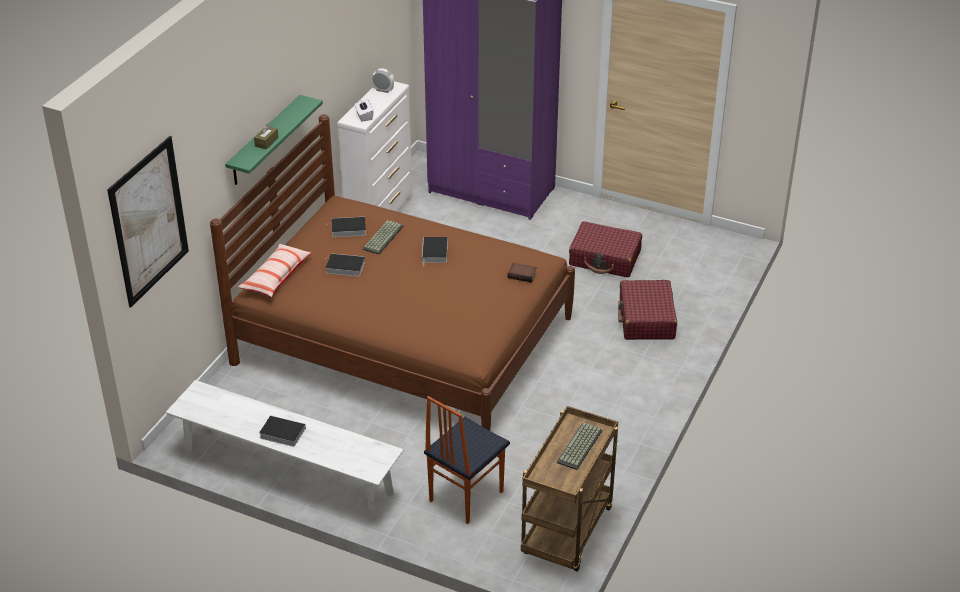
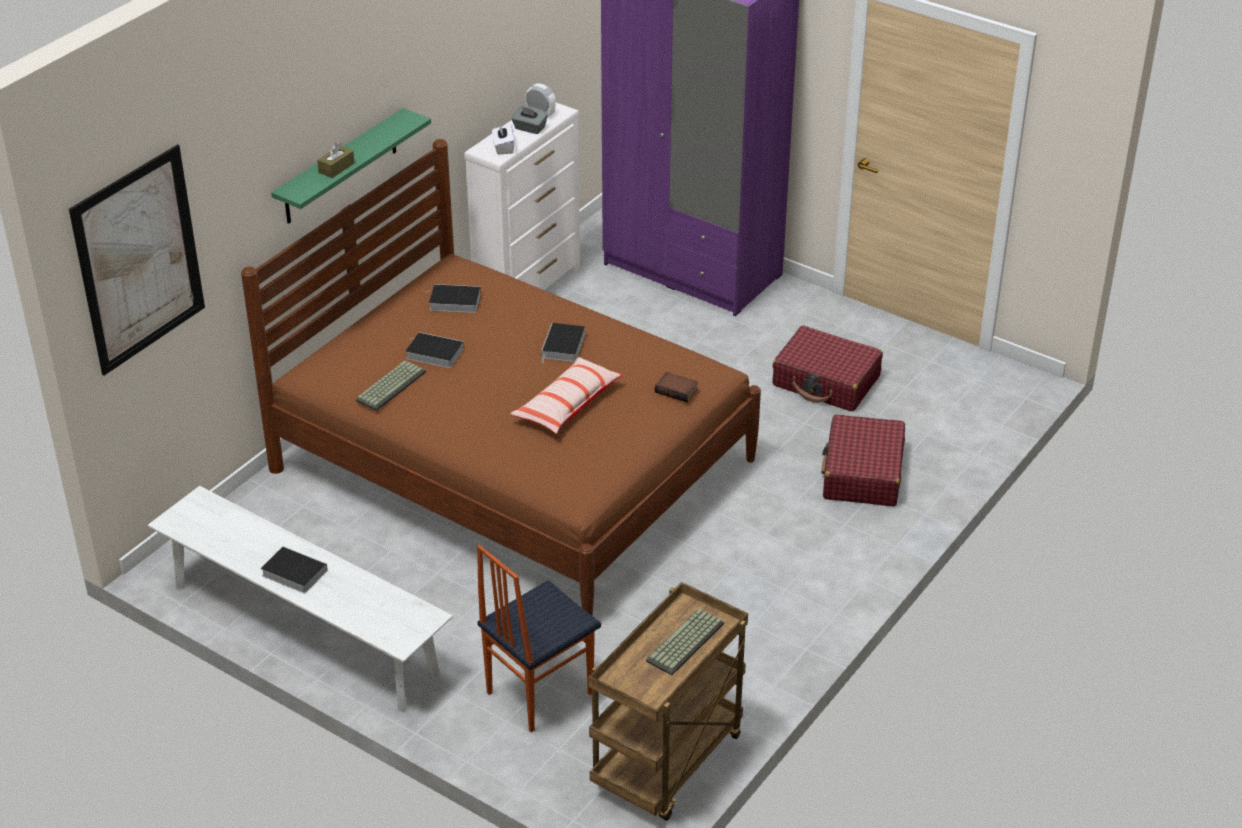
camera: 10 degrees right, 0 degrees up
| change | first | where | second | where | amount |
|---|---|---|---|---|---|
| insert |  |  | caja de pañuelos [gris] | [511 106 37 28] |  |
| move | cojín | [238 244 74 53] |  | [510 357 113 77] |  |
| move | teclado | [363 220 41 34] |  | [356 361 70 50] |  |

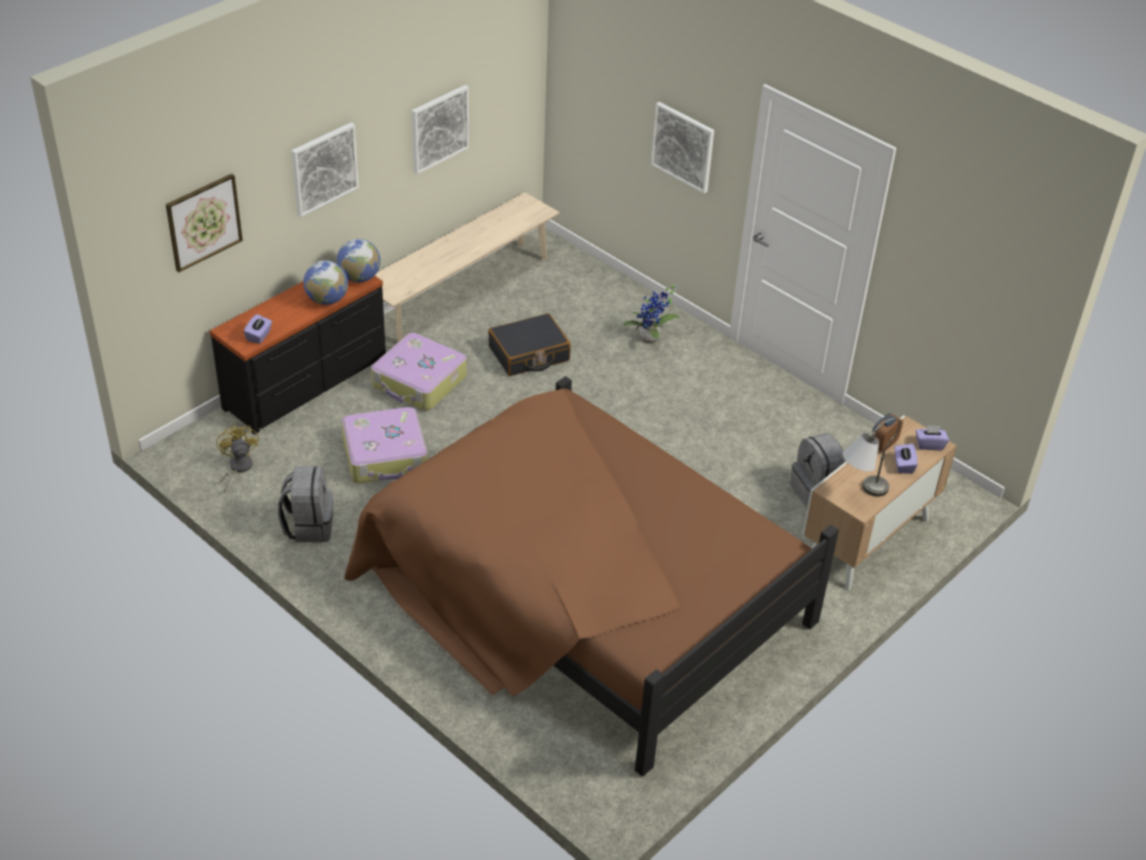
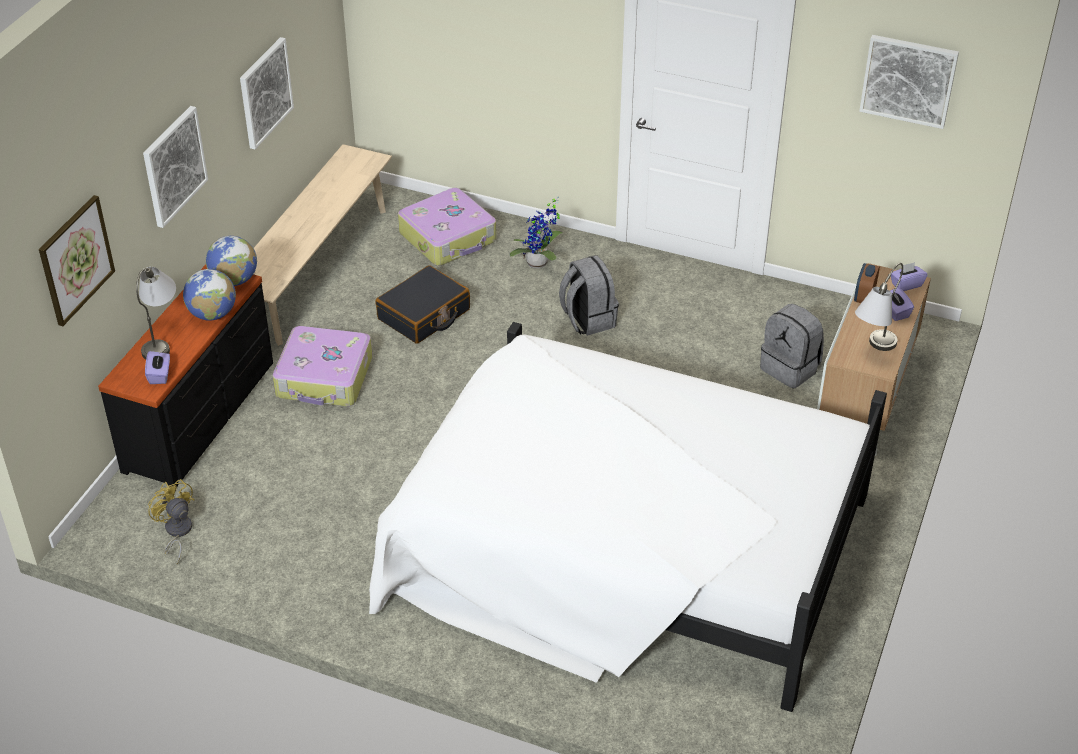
camera: 20 degrees left, 0 degrees up
| change | first | where | second | where | amount |
|---|---|---|---|---|---|
| insert |  |  | lámpara de mesa [gris] | [136 267 40 93] |  |
| move | mochila [gris] | [278 466 55 76] |  | [559 255 60 81] |  |
| move | maleta | [342 407 85 76] |  | [398 188 98 78] |  |
| move | cuadro | [651 102 63 92] |  | [859 35 100 94] |  |
| recolor | cama [marrón] | [345 376 494 401] | cama [blanco] | [369 322 518 390] |  |

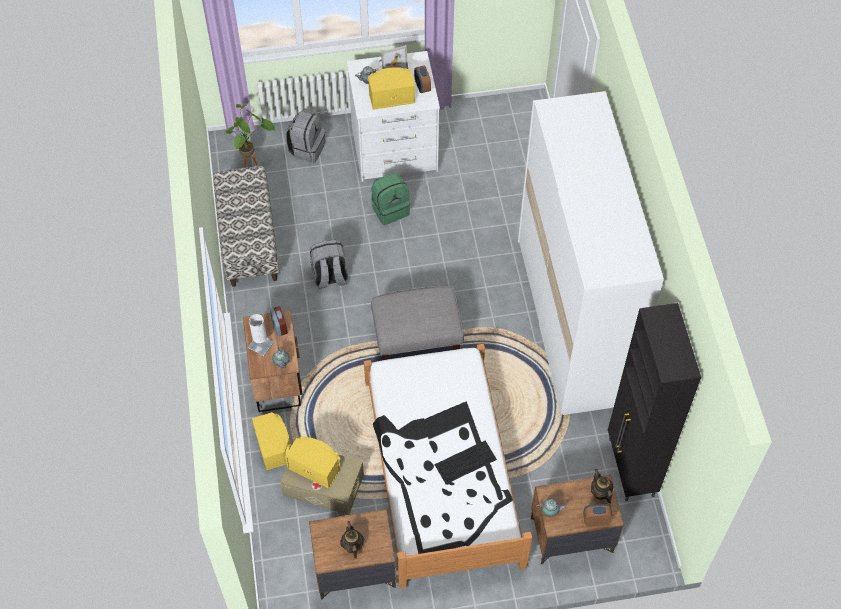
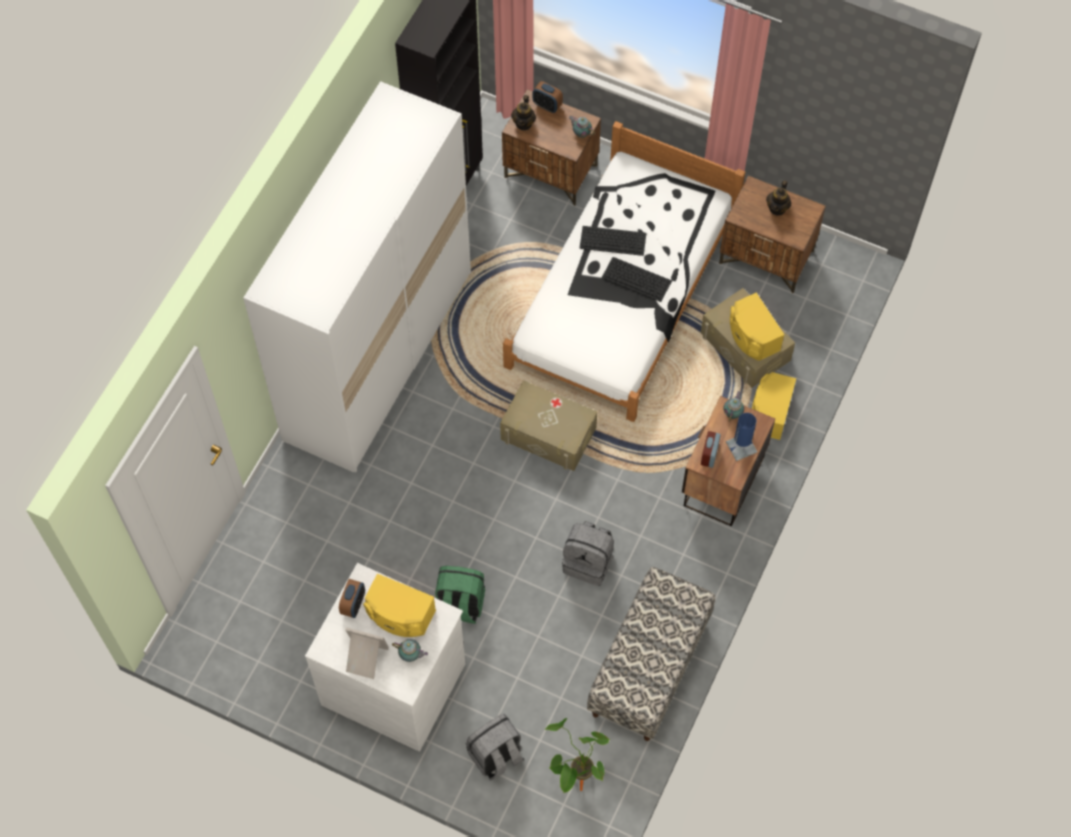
camera: 145 degrees left, 5 degrees up
| change | first | where | second | where | amount |
|---|---|---|---|---|---|
| insert |  |  | teclado | [602 257 70 45] |  |
| replace | puf [gris] | [371 286 93 74] | caja de almacenaje [beis] | [500 380 97 91] |  |
| recolor | lámpara de mesa [blanco] | [248 314 26 42] | lámpara de mesa [azul] | [726 413 31 48] |  |

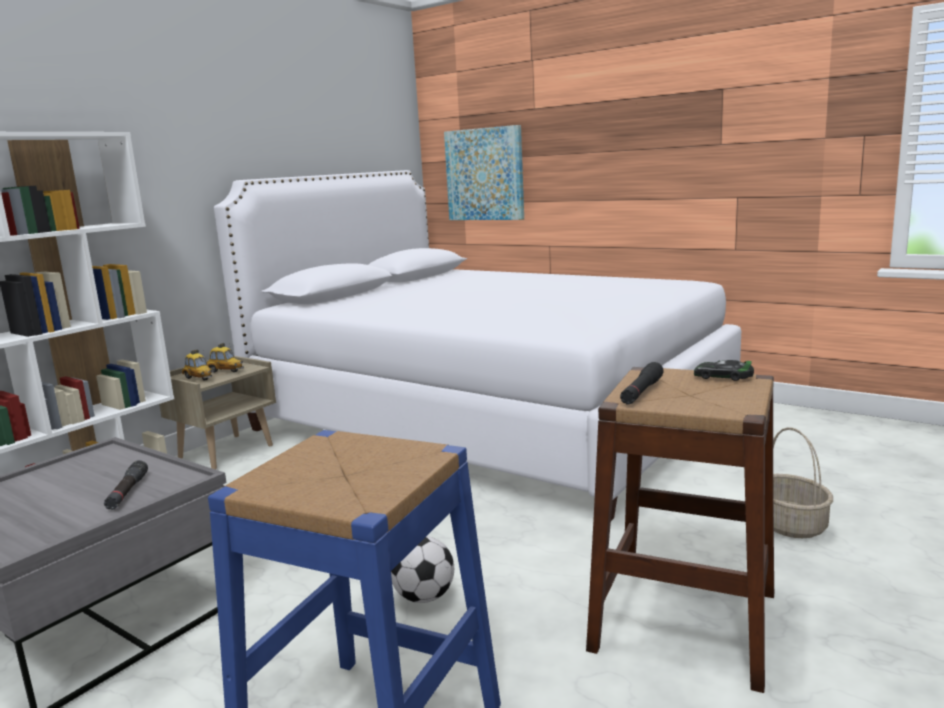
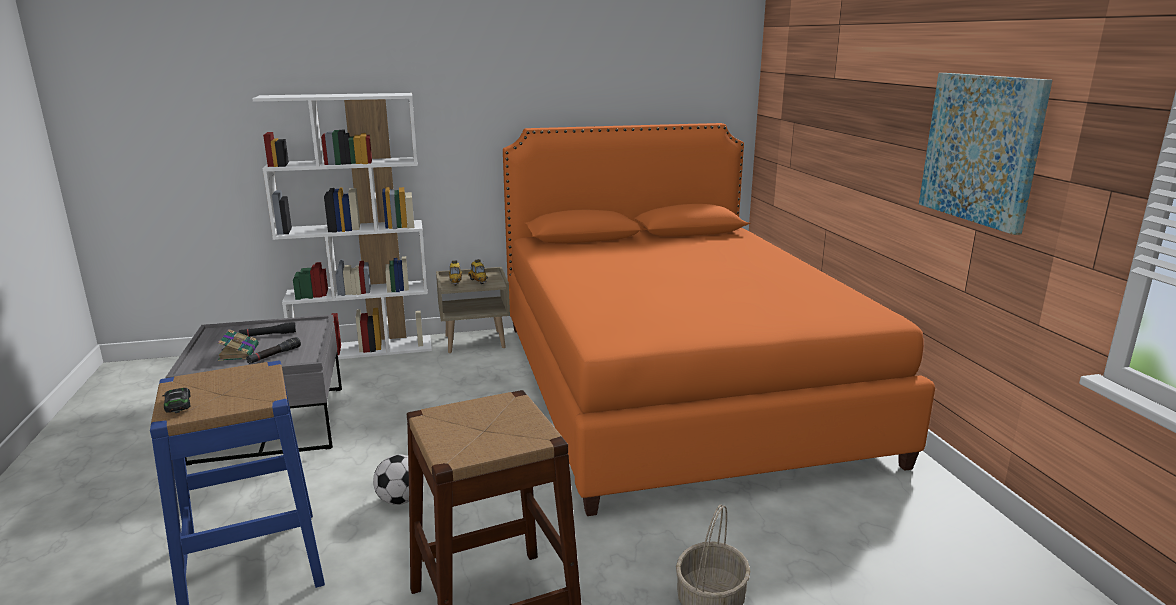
camera: 40 degrees right, 5 degrees up
| change | first | where | second | where | amount |
|---|---|---|---|---|---|
| insert |  |  | libro | [218 329 41 32] |  |
| move | cuadro | [444 125 80 95] |  | [919 73 133 162] |  |
| move | linterna [negro] | [620 362 44 43] |  | [239 322 57 15] |  |
| move | coche de juguete | [694 360 60 21] |  | [163 388 28 25] |  |
| recolor | cama [blanco] | [214 170 527 351] | cama [naranja] | [503 123 432 393] |  |

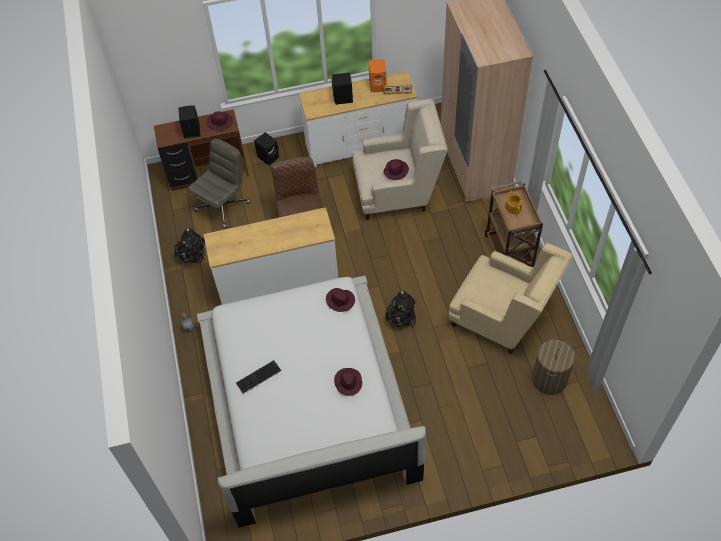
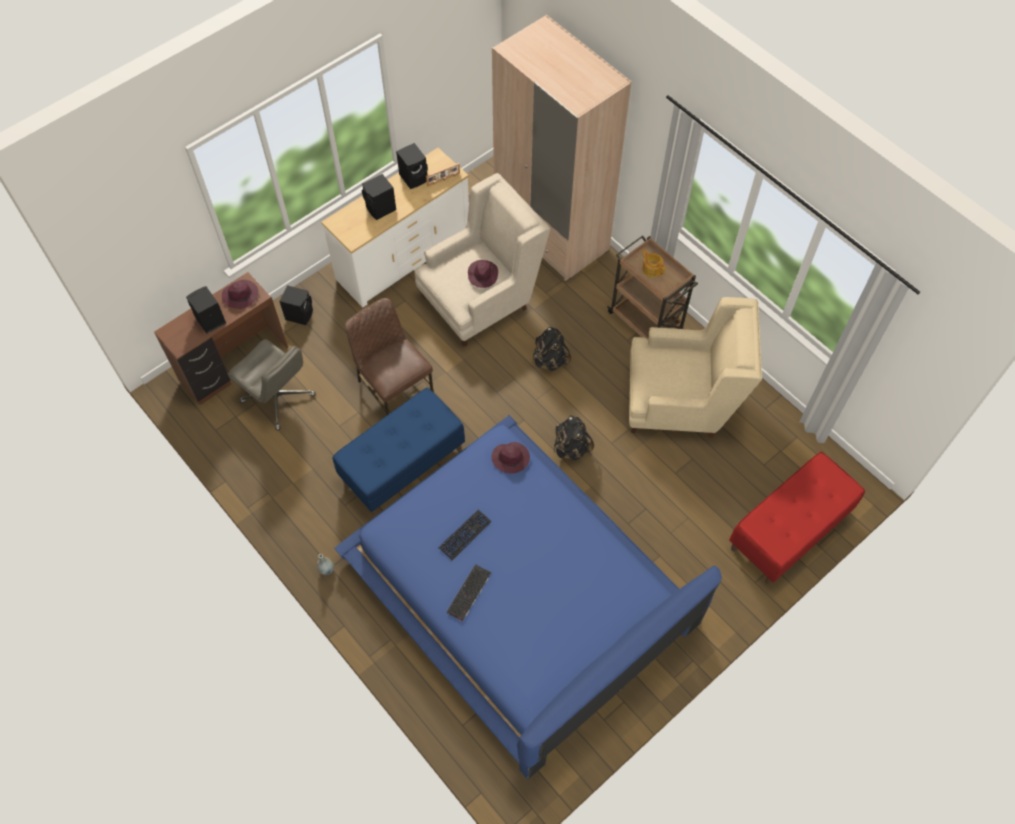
camera: 30 degrees left, 5 degrees up
| change | first | where | second | where | amount |
|---|---|---|---|---|---|
| delete | sombrero [morado] | [334 368 28 28] |  |  |  |
| delete | cesto de la ropa | [532 338 43 57] |  |  |  |
| insert |  |  | teclado | [438 510 54 50] |  |
| insert |  |  | banco [rojo] | [729 452 136 132] |  |
| move | mochila [negro] | [173 229 33 35] |  | [533 327 39 44] |  |
| replace | cómoda [blanco] | [204 207 134 97] | banco [azul] | [333 388 132 127] |  |
| recolor | cama [blanco] | [197 275 229 253] | cama [azul] | [334 415 388 365] |  |
| recolor | altavoz [naranja] | [369 59 18 33] | altavoz [negro] | [396 143 32 46] |  |
| rotate | silla de oficina [gris] | [188 138 63 90] |  | [229 339 87 91] | 120 degrees clockwise |

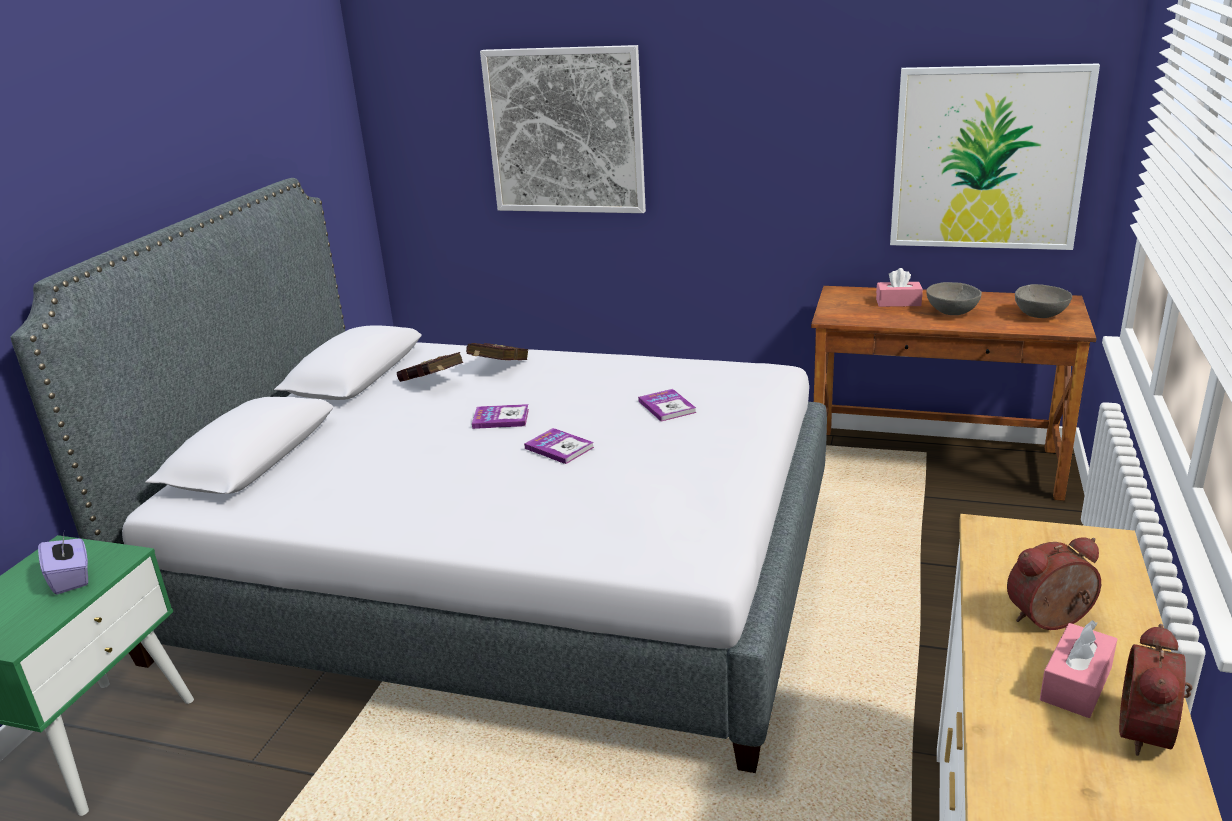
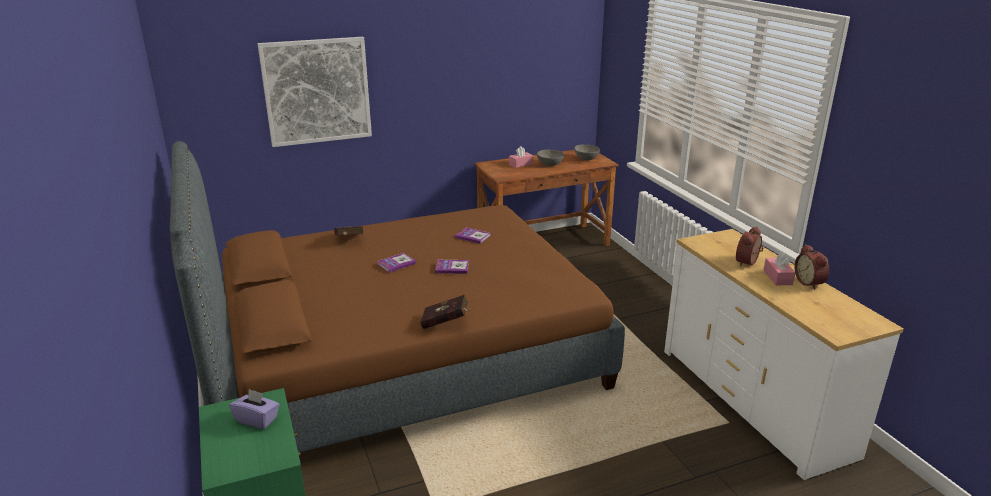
camera: 40 degrees left, 0 degrees up
| change | first | where | second | where | amount |
|---|---|---|---|---|---|
| delete | cuadro | [890 63 210 187] |  |  |  |
| move | libro [rojo] | [397 352 66 30] |  | [420 295 51 34] |  |
| recolor | cama [gris] | [10 178 817 595] | cama [marrón] | [170 141 455 312] |  |

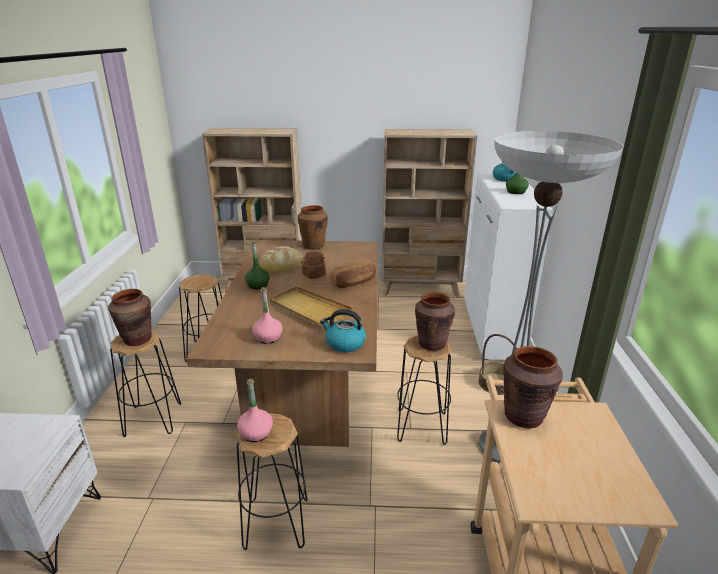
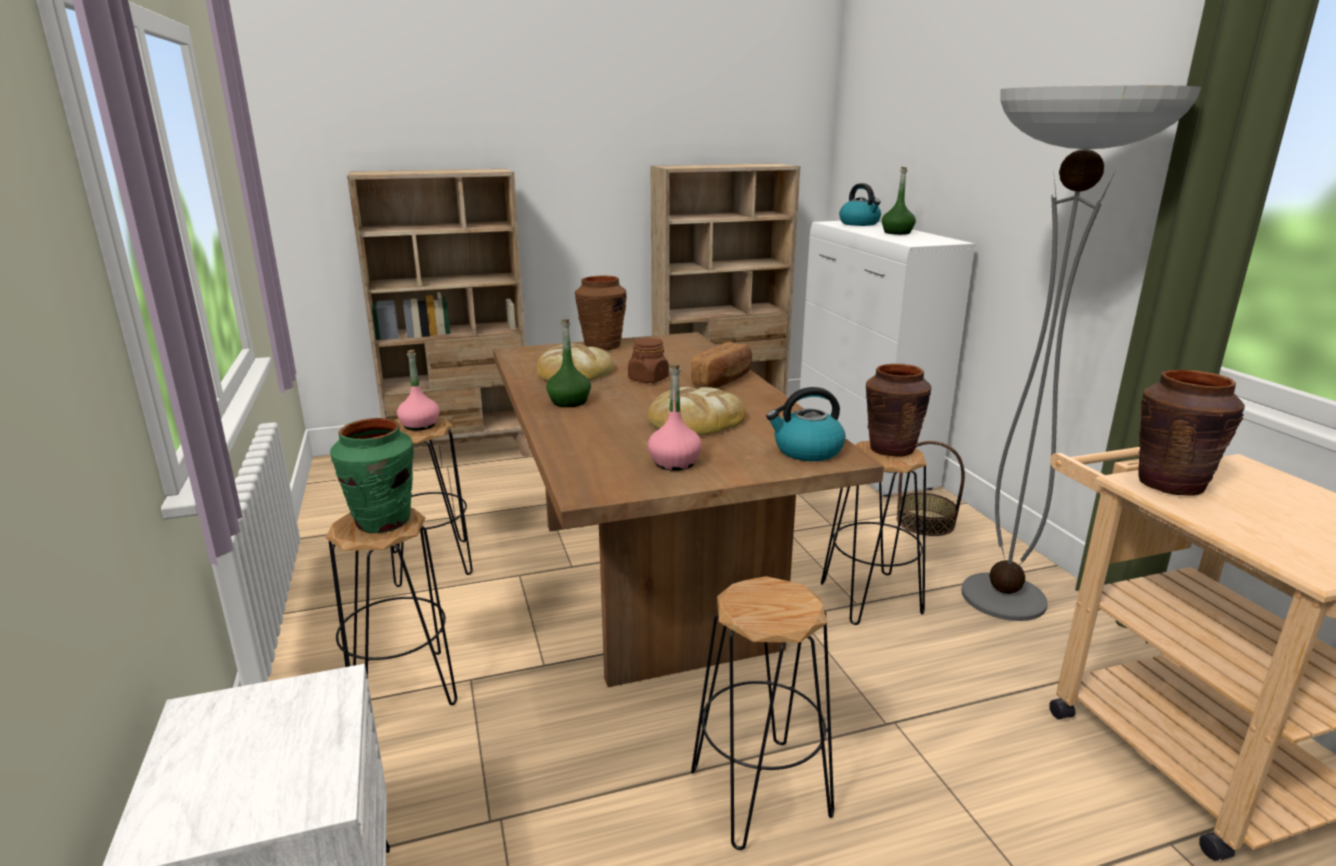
camera: 20 degrees left, 5 degrees down
| change | first | where | second | where | amount |
|---|---|---|---|---|---|
| move | botella [rosa] | [237 378 36 64] |  | [397 350 43 81] |  |
| replace | bandeja [beis] | [270 287 82 41] | pan | [647 387 100 48] |  |
| recolor | florero [marrón] | [108 289 44 57] | florero [verde] | [330 418 84 115] |  |

